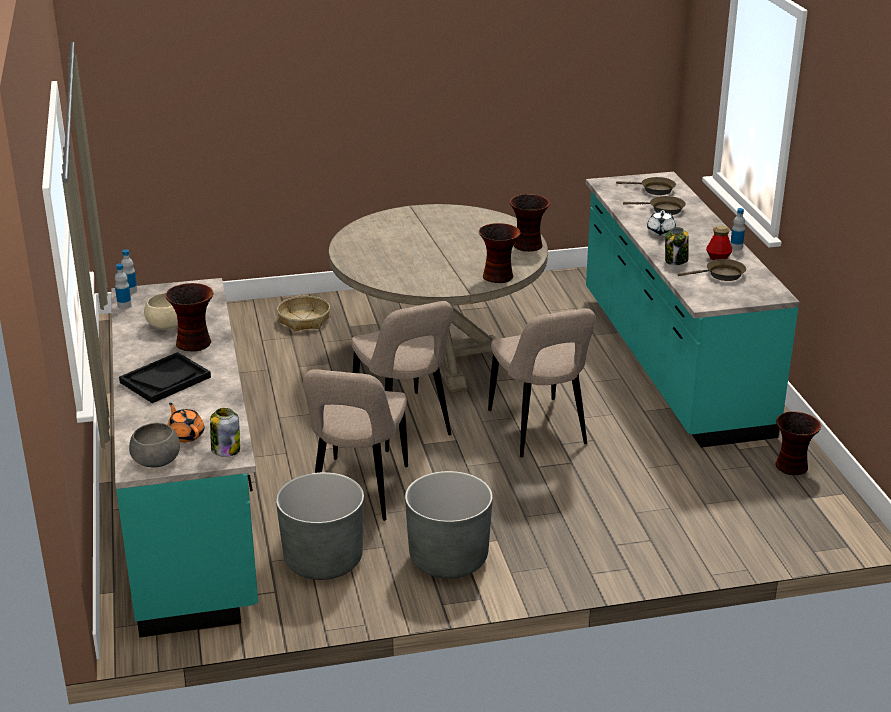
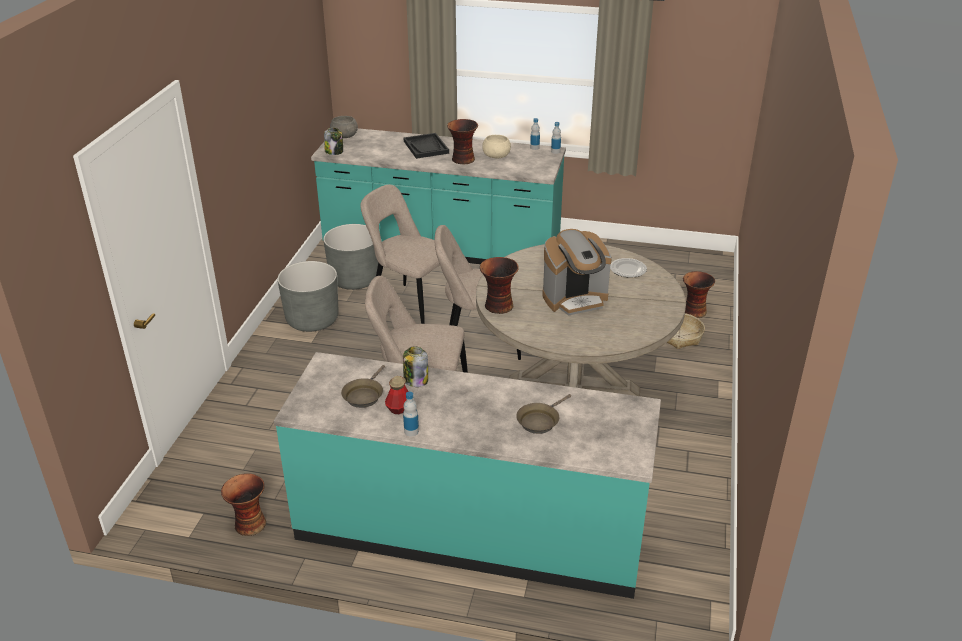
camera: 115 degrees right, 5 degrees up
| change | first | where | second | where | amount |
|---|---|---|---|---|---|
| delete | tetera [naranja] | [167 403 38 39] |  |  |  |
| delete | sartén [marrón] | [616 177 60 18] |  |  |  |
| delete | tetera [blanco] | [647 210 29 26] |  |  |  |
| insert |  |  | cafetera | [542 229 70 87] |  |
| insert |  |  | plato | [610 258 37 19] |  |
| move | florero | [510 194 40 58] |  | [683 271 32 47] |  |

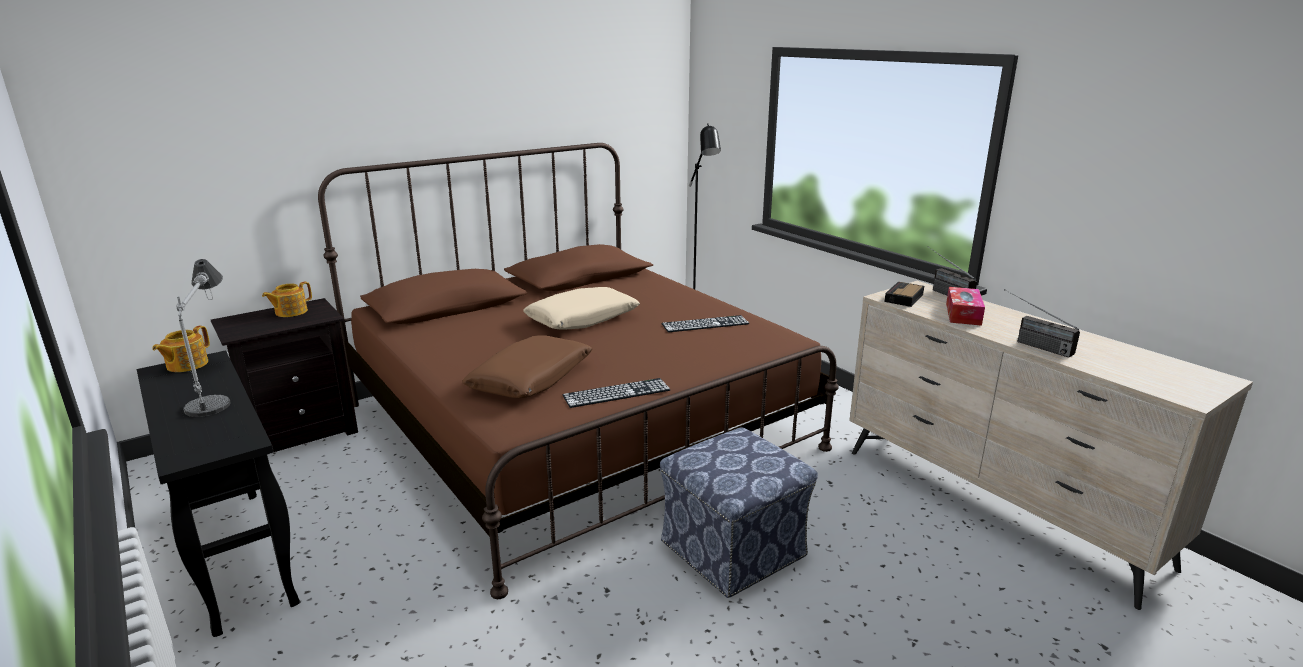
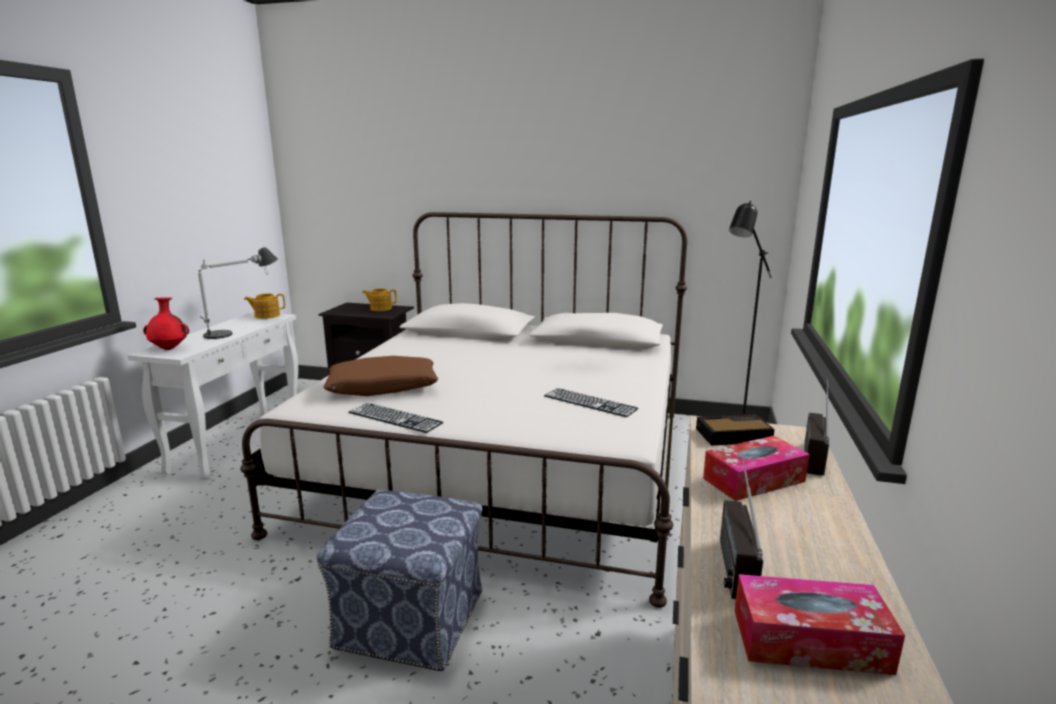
camera: 50 degrees right, 5 degrees down
| change | first | where | second | where | amount |
|---|---|---|---|---|---|
| delete | cojín [beis] | [523 287 117 43] |  |  |  |
| insert |  |  | florero [rojo] | [143 297 46 53] |  |
| insert |  |  | caja de pañuelos | [734 574 171 101] |  |
| recolor | mesa consola [negro] | [137 350 163 287] | mesa consola [blanco] | [127 312 171 167] |  |
| recolor | cama [marrón] | [318 143 521 456] | cama [blanco] | [240 212 447 396] |  |

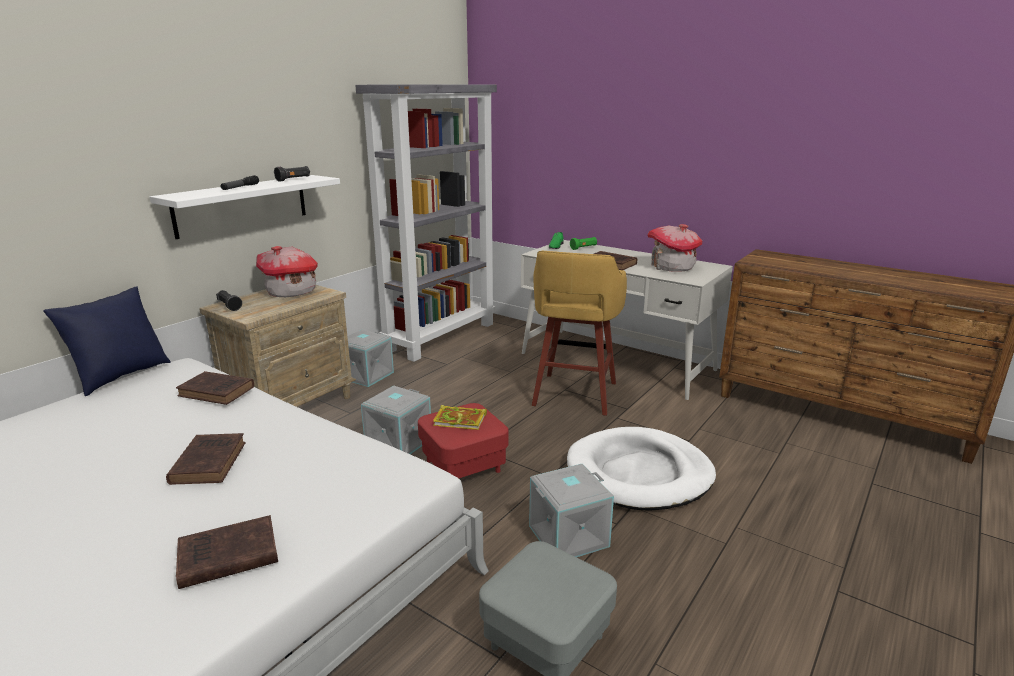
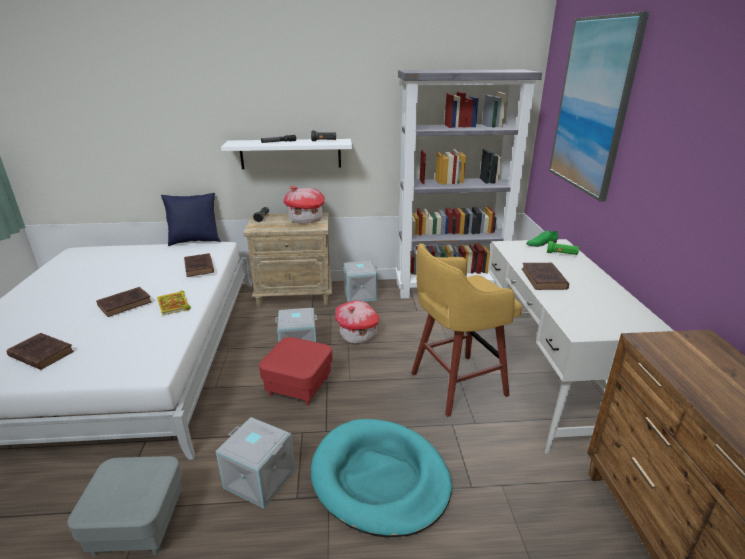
camera: 50 degrees right, 5 degrees up
| change | first | where | second | where | amount |
|---|---|---|---|---|---|
| insert |  |  | cuadro | [549 11 100 190] |  |
| move | libro | [433 405 54 25] |  | [157 291 34 25] |  |
| move | casita | [647 224 55 48] |  | [335 301 45 43] |  |
| recolor | cama para perro [blanco] | [567 427 149 84] | cama para perro [turquesa] | [311 419 141 118] |  |

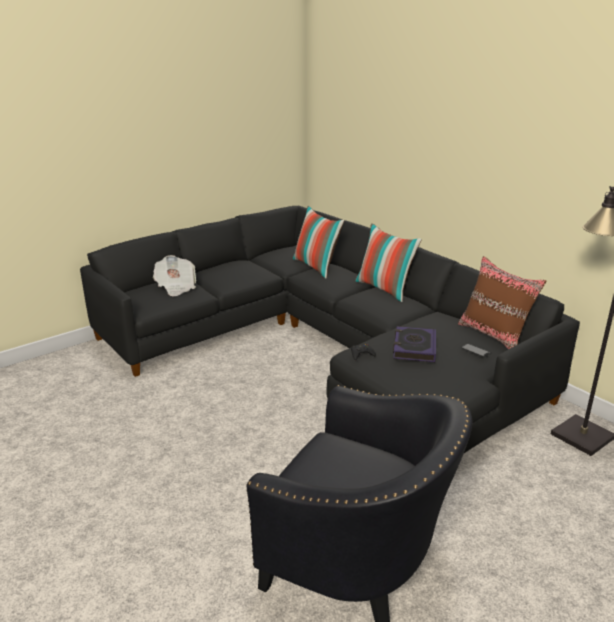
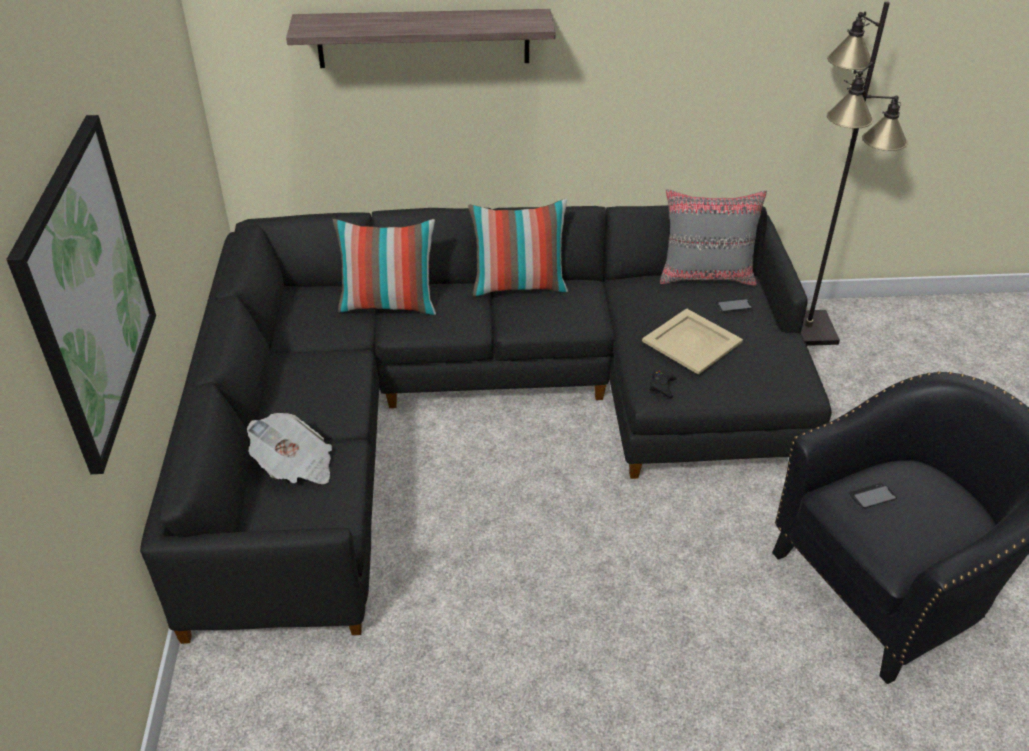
camera: 55 degrees left, 15 degrees up
| change | first | where | second | where | amount |
|---|---|---|---|---|---|
| insert |  |  | cuadro | [6 115 150 359] |  |
| insert |  |  | estante | [286 9 270 59] |  |
| insert |  |  | móvil | [849 483 48 25] |  |
| replace | libro | [393 326 43 36] | bandeja [beis] | [642 308 101 67] |  |
| recolor | cojín [marrón] | [458 256 88 93] | cojín [gris] | [660 189 107 97] |  |

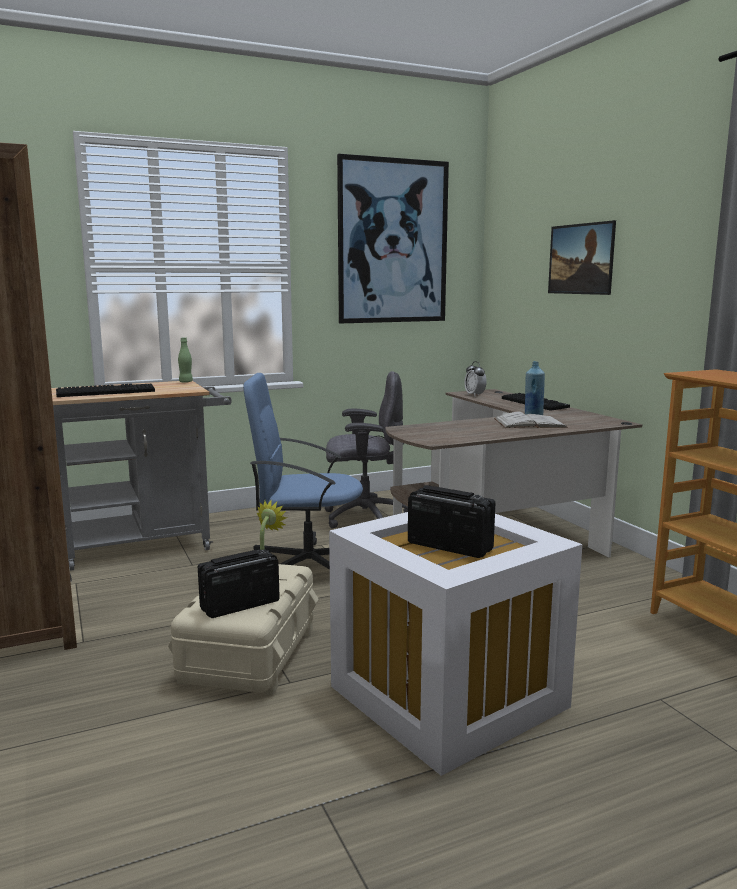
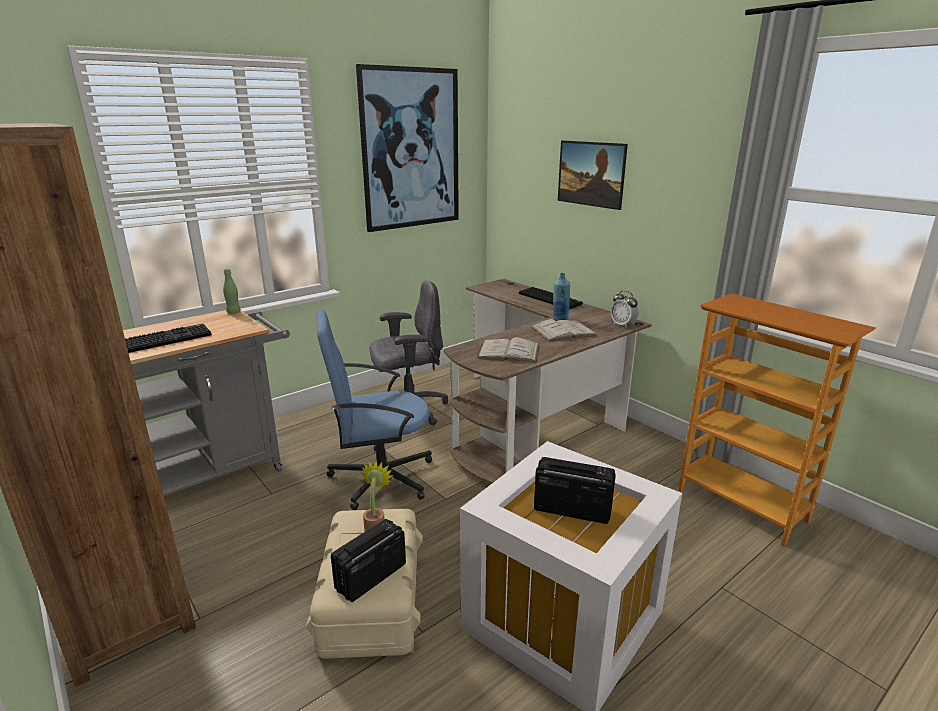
camera: 15 degrees left, 10 degrees up
| change | first | where | second | where | amount |
|---|---|---|---|---|---|
| insert |  |  | libro [blanco] | [476 337 63 25] |  |
| move | despertador | [465 361 22 35] |  | [611 290 27 38] |  |

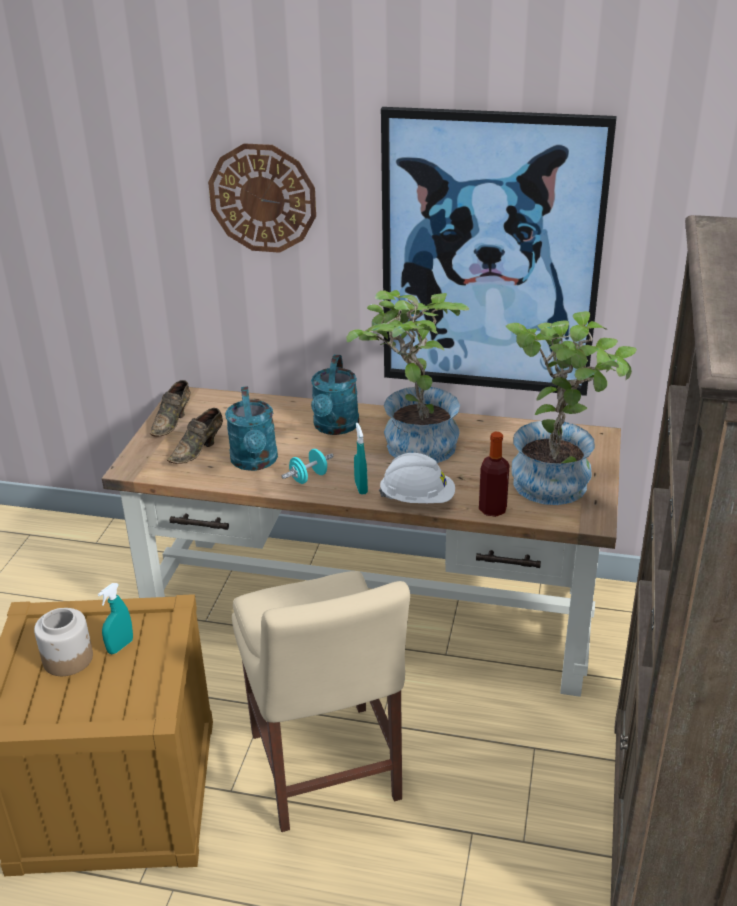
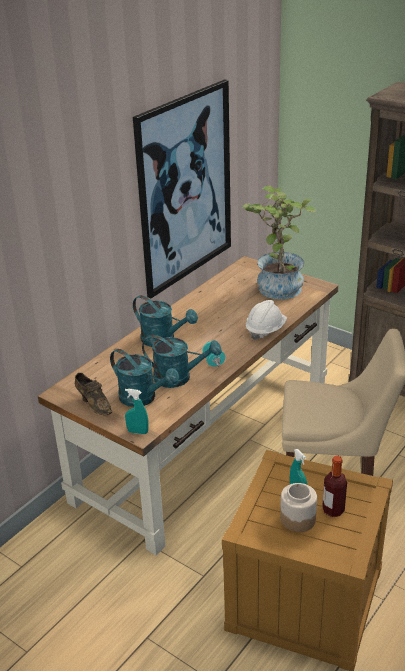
camera: 65 degrees left, 0 degrees up
| change | first | where | second | where | amount |
|---|---|---|---|---|---|
| delete | reloj de pared | [208 143 108 110] |  |  |  |
| delete | planta en maceta | [347 290 122 173] |  |  |  |
| move | pulverizador [turquesa] | [354 423 14 72] |  | [125 389 24 45] |  |
| move | botella | [479 431 31 86] |  | [322 456 25 61] |  |
| replace | zapato [marrón] | [167 408 56 56] | regadera [turquesa] | [110 349 69 58] |  |

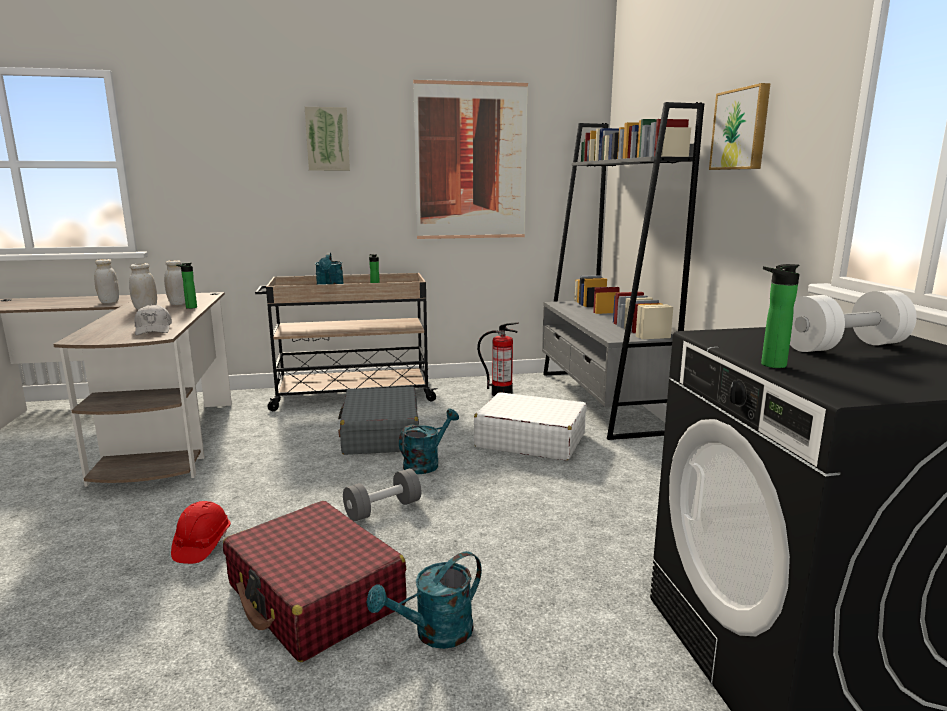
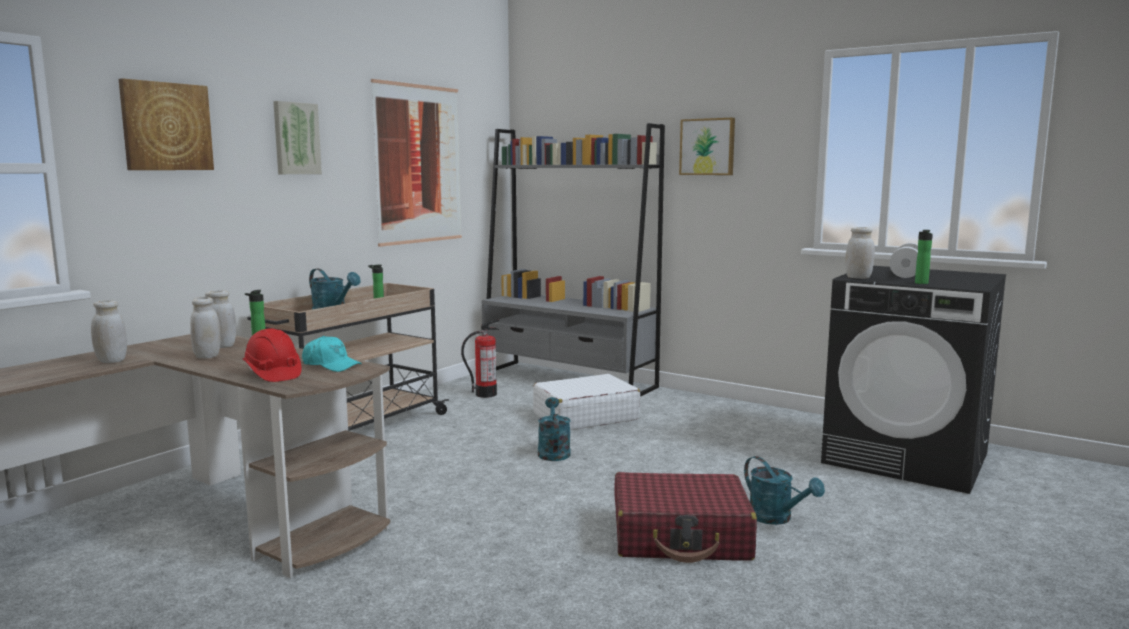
camera: 45 degrees left, 5 degrees down
| change | first | where | second | where | amount |
|---|---|---|---|---|---|
| delete | maleta [gris] | [338 386 81 69] |  |  |  |
| delete | mancuerna [gris] | [343 469 78 53] |  |  |  |
| insert |  |  | cuadro | [119 78 95 92] |  |
| insert |  |  | tarro [blanco] | [845 227 30 52] |  |
| move | casco [rojo] | [171 501 60 63] |  | [242 328 59 54] |  |
| recolor | gorra [blanco] | [134 304 38 31] | gorra [turquesa] | [302 336 60 36] |  |
| rotate | regadera [turquesa] | [367 551 115 98] |  | [744 456 81 69] | 45 degrees counterclockwise |

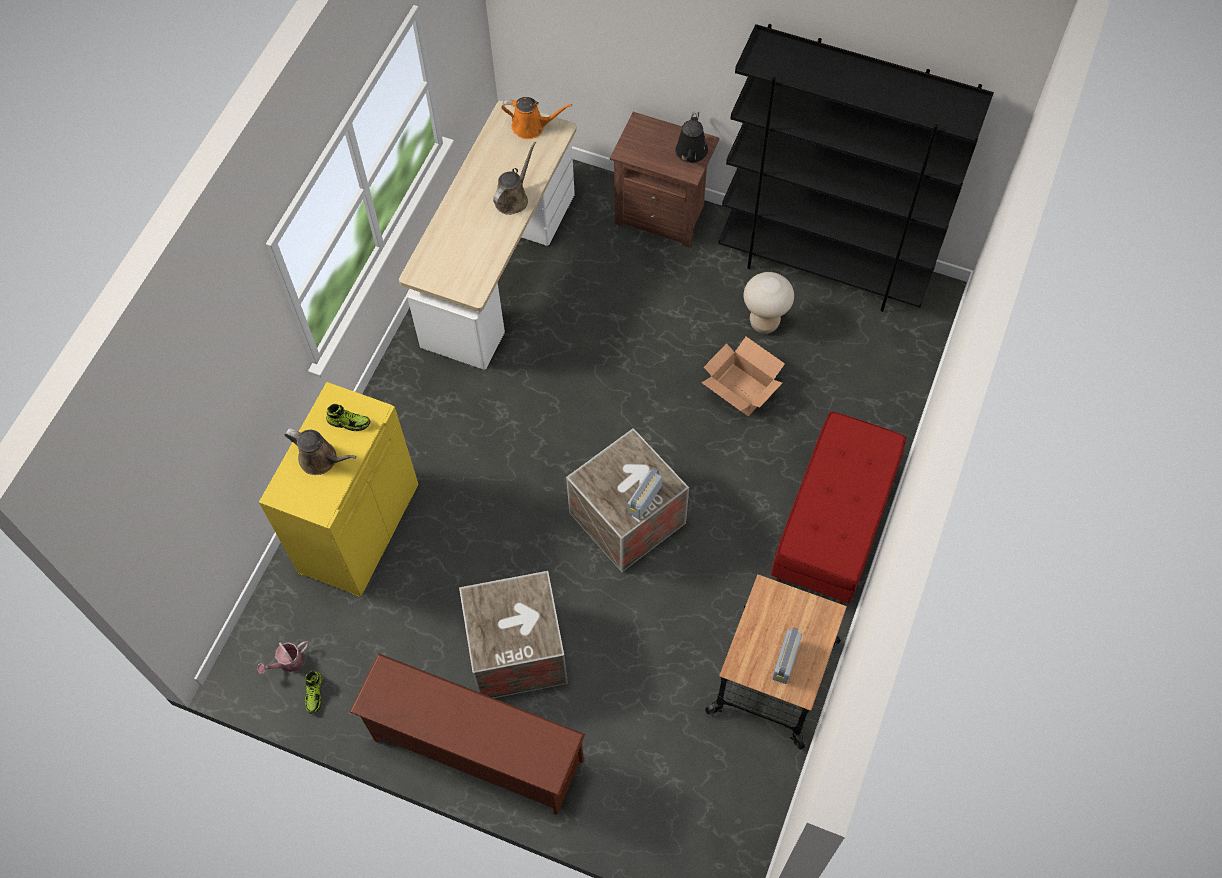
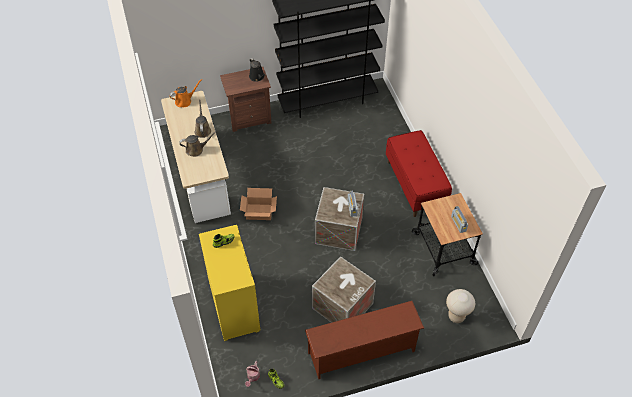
camera: 40 degrees left, 10 degrees down
| change | first | where | second | where | amount |
|---|---|---|---|---|---|
| move | regadera [marrón] | [284 428 73 47] |  | [180 132 36 25] |  |
| move | caja de cartón | [701 337 84 79] |  | [240 188 37 32] |  |
| move | taburete [beis] | [744 272 50 62] |  | [446 289 29 34] |  |

